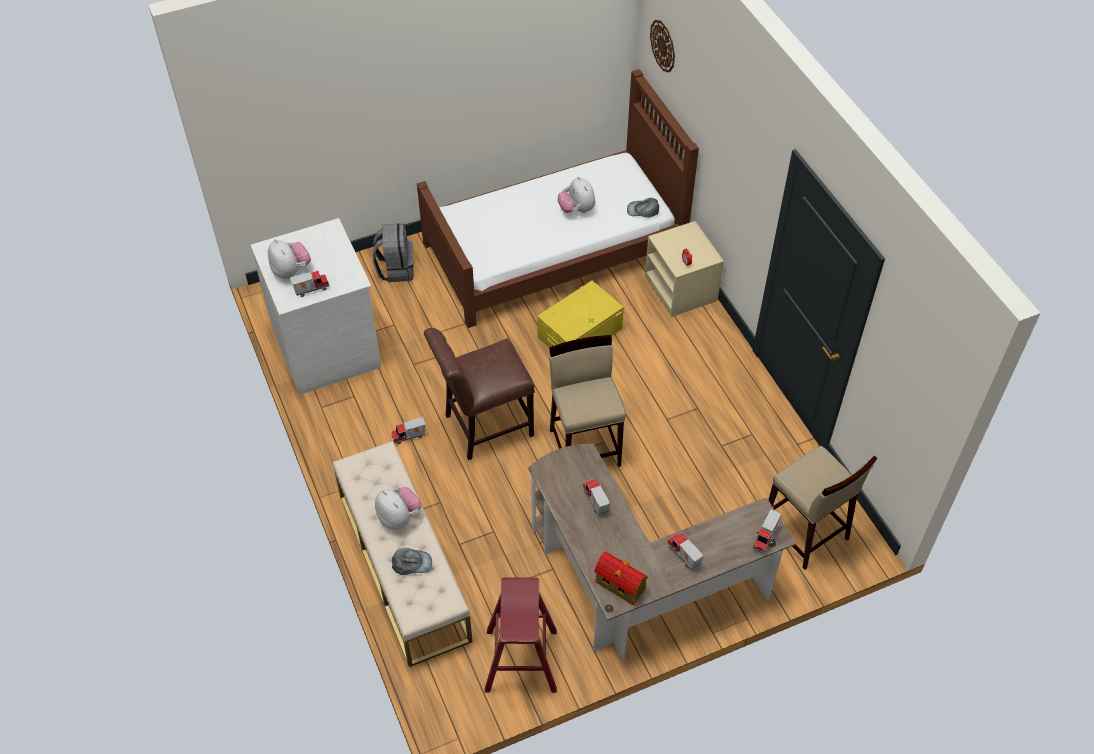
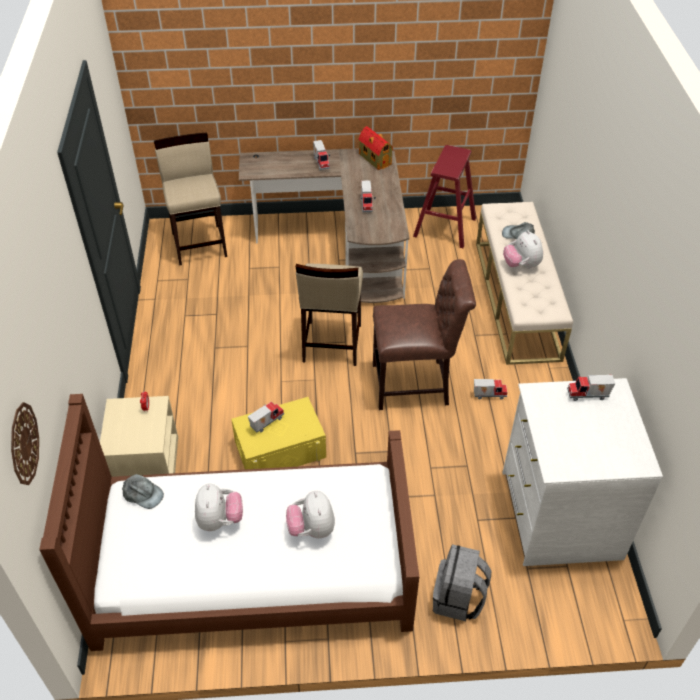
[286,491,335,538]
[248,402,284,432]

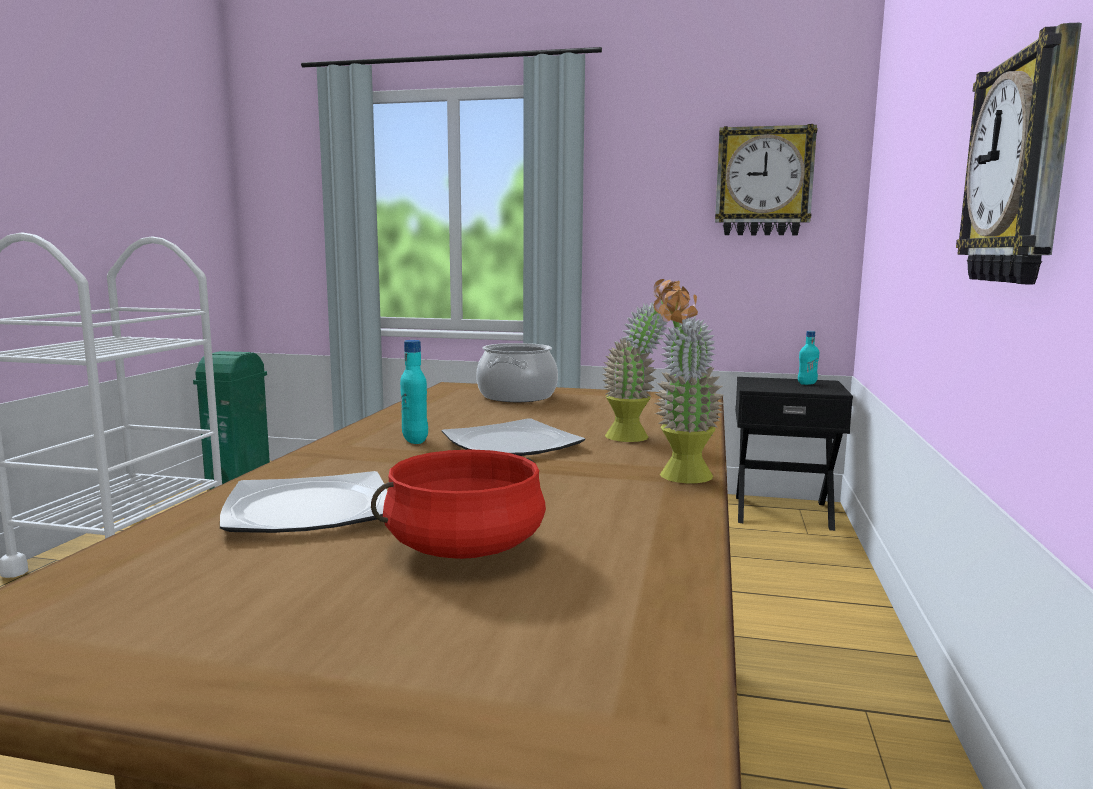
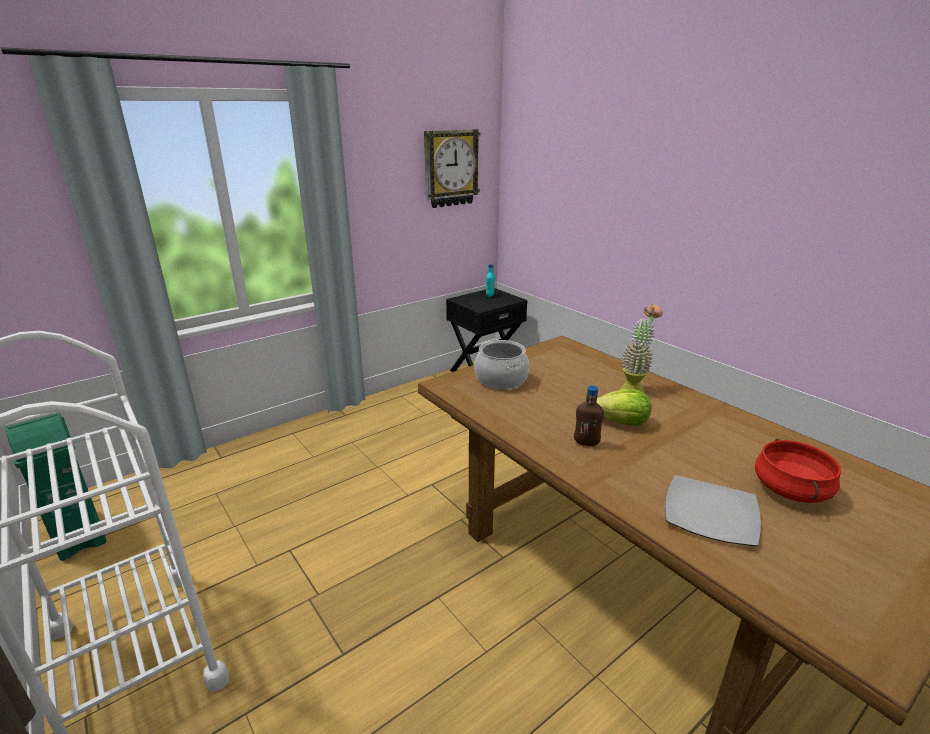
[956,23,1082,284] (first image)
[654,286,724,484] (first image)
[574,385,604,446]
[597,389,652,426]

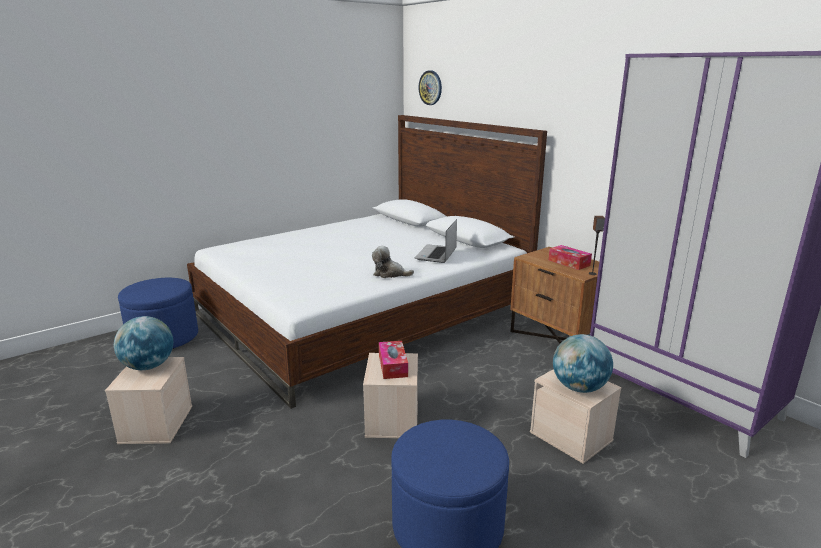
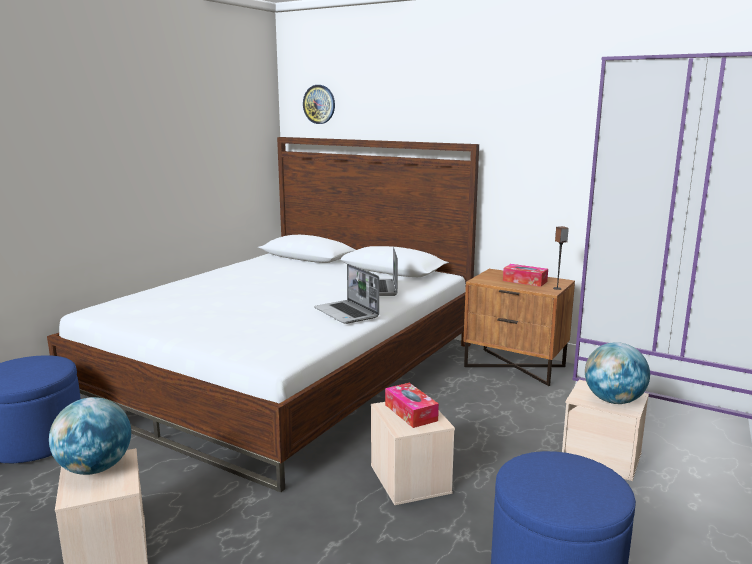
[314,264,379,324]

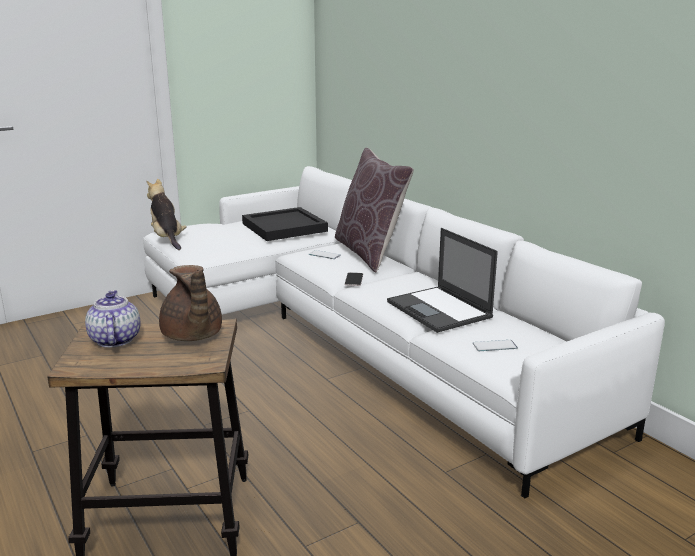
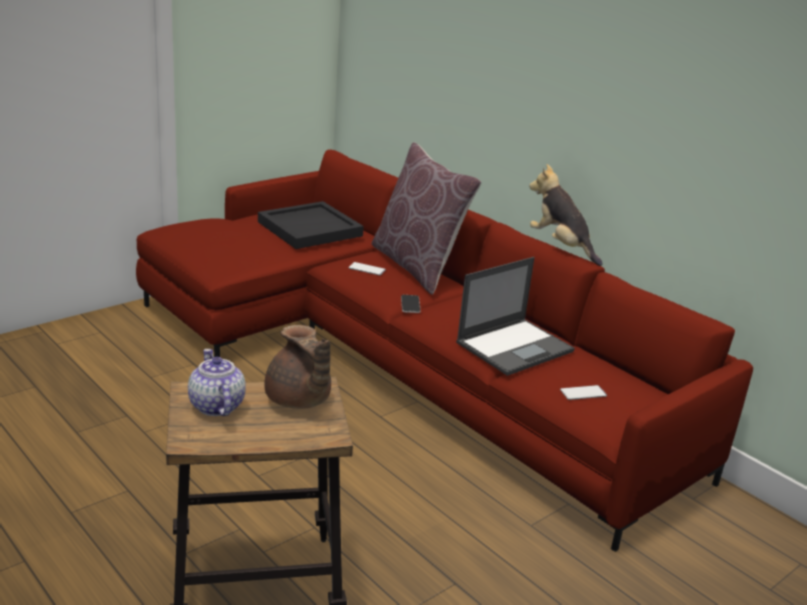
[136,149,753,552]
[529,164,603,266]
[456,257,575,376]

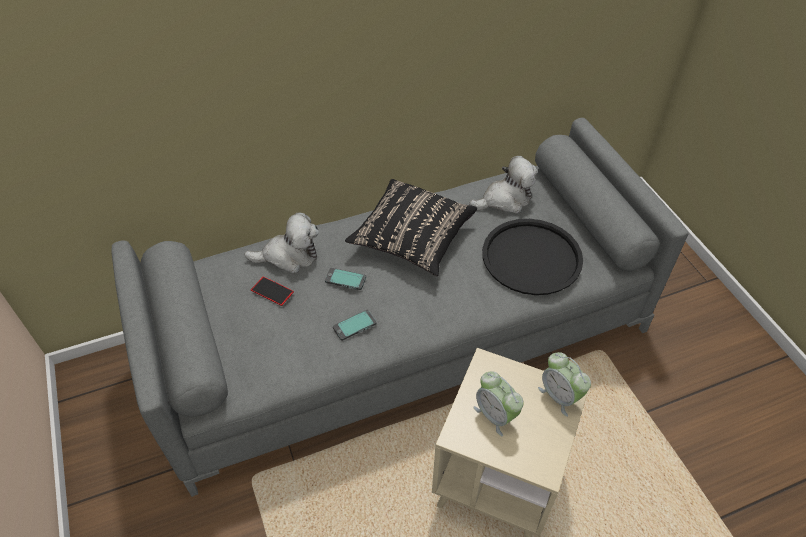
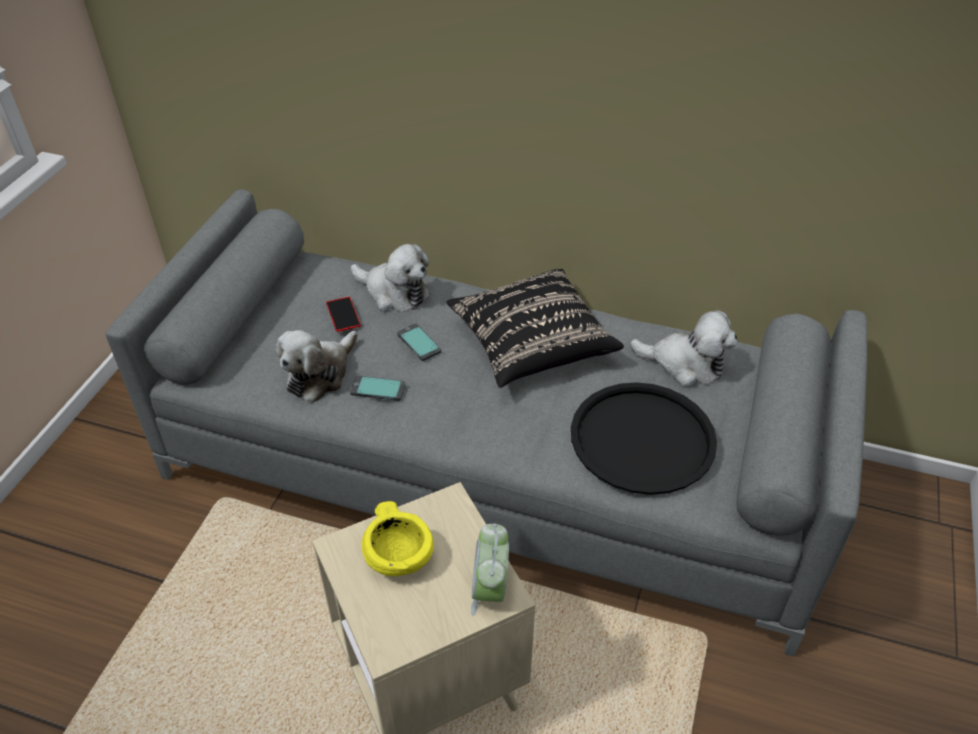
[362,501,434,576]
[276,330,358,403]

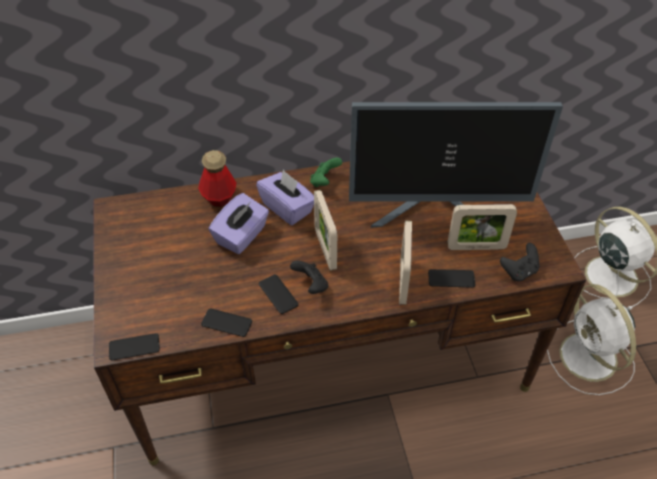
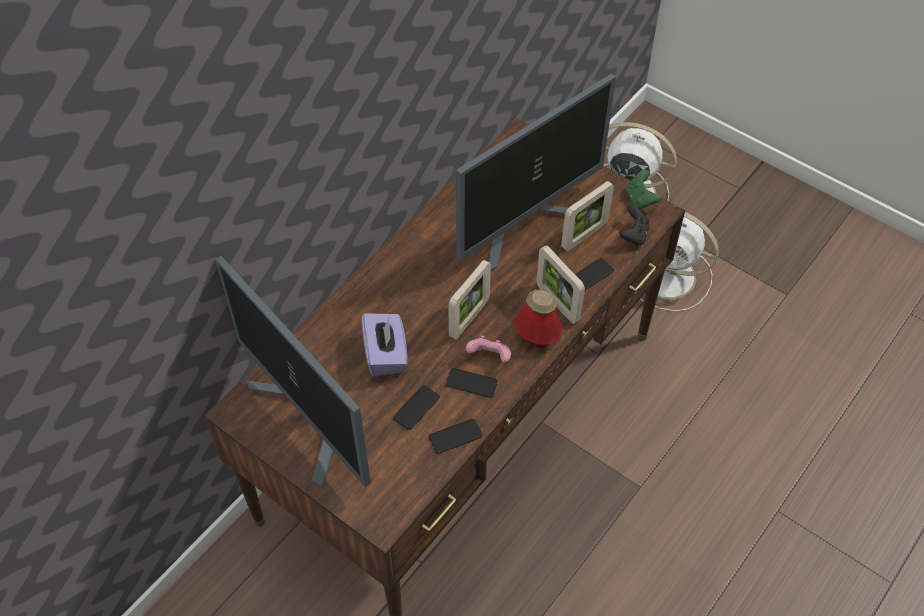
[514,289,563,348]
[626,170,661,210]
[256,170,314,225] (first image)
[448,260,491,340]
[466,336,511,363]
[393,385,440,430]
[215,256,371,488]

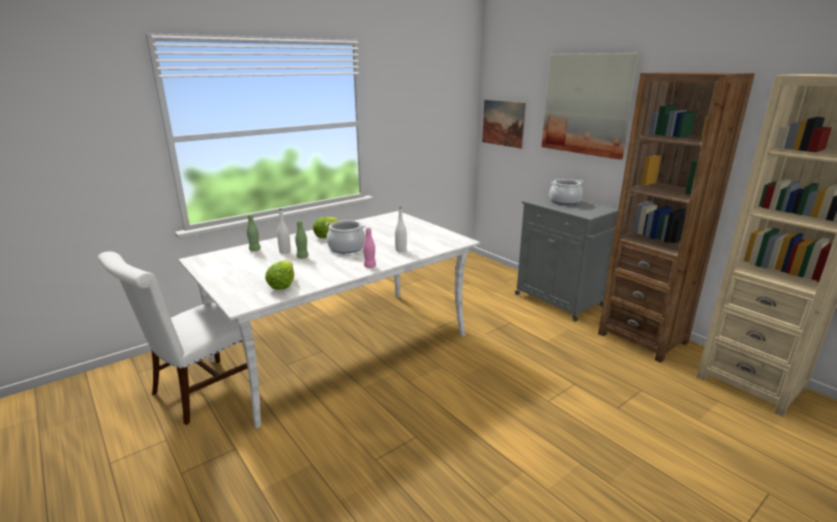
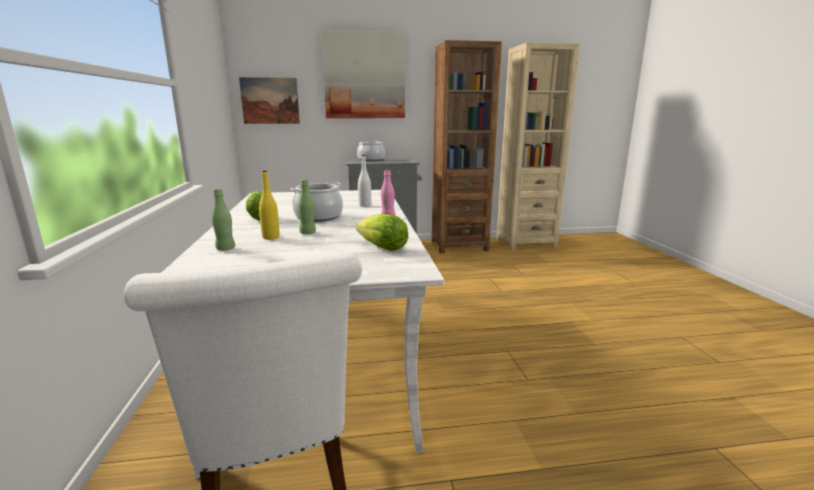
[259,171,280,240]

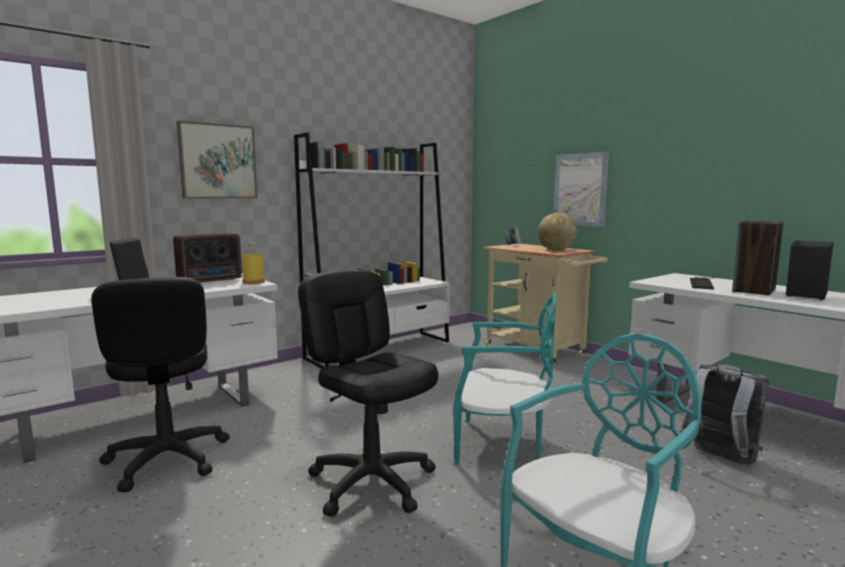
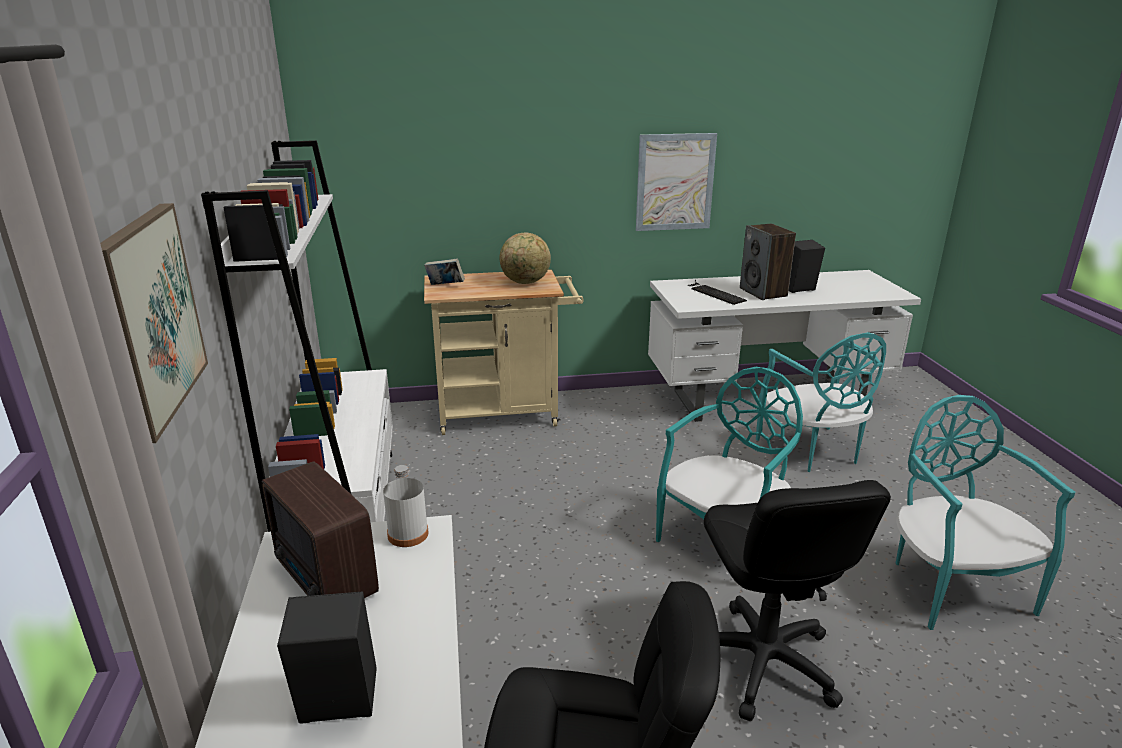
[636,133,717,231]
[262,461,379,598]
[383,465,429,547]
[704,480,891,721]
[756,332,886,472]

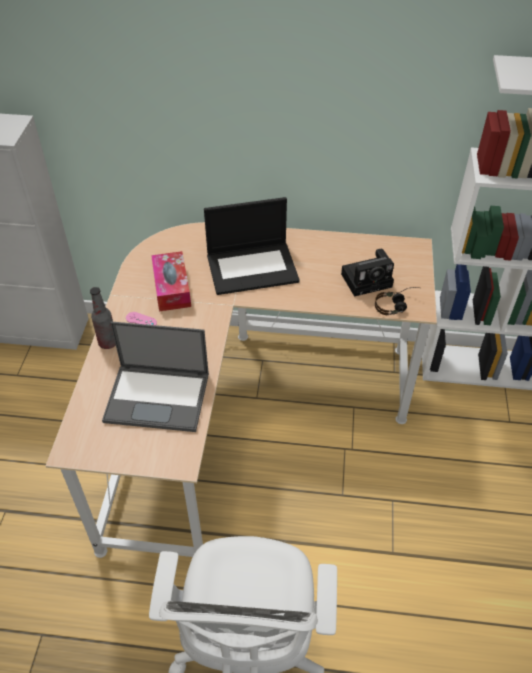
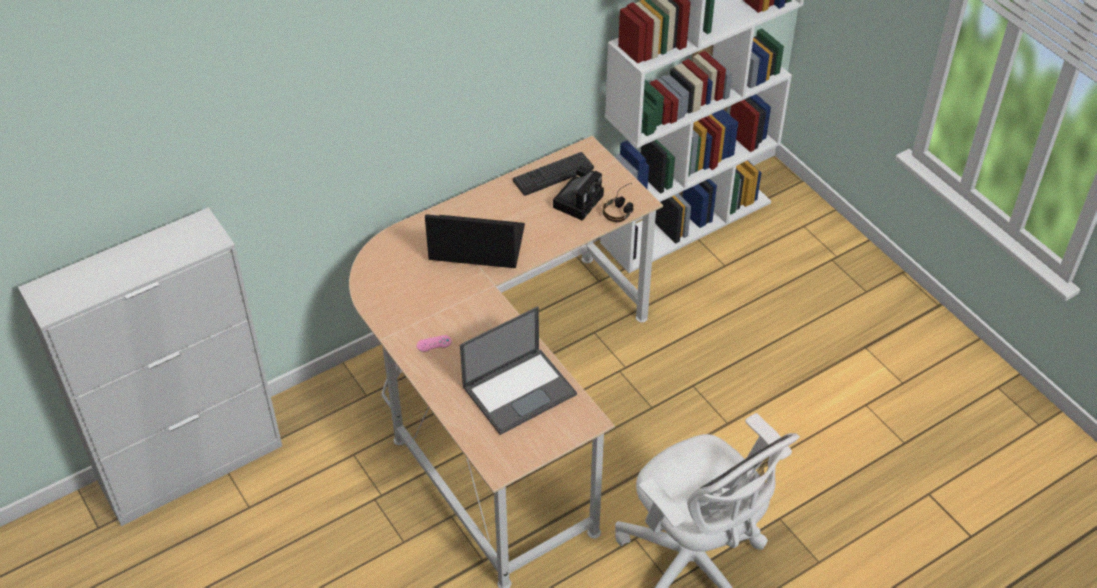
[425,214,525,268]
[151,251,191,311] (first image)
[90,287,116,349] (first image)
[513,152,594,196]

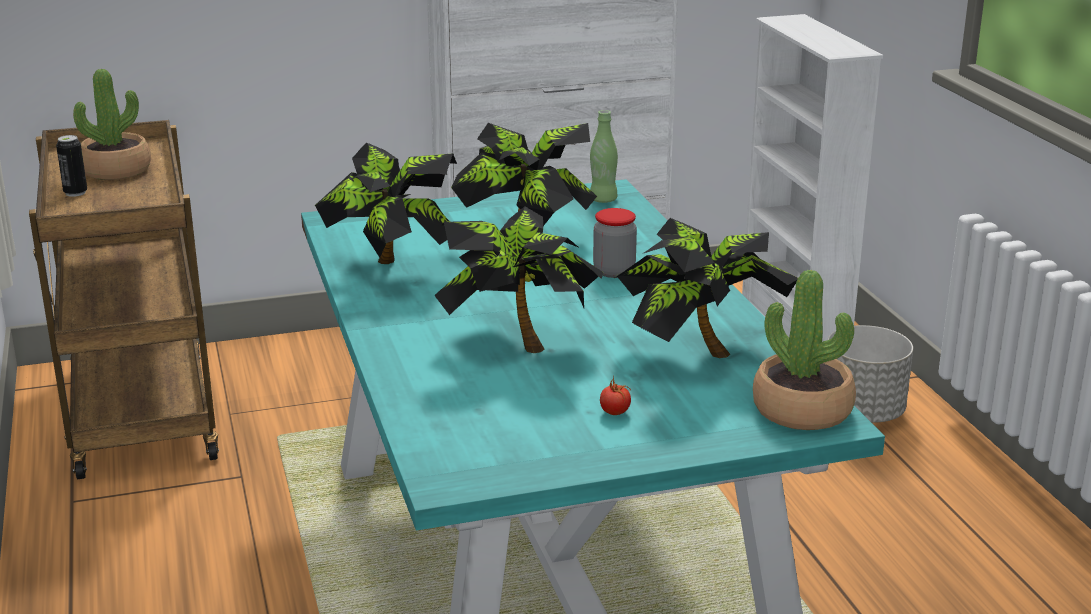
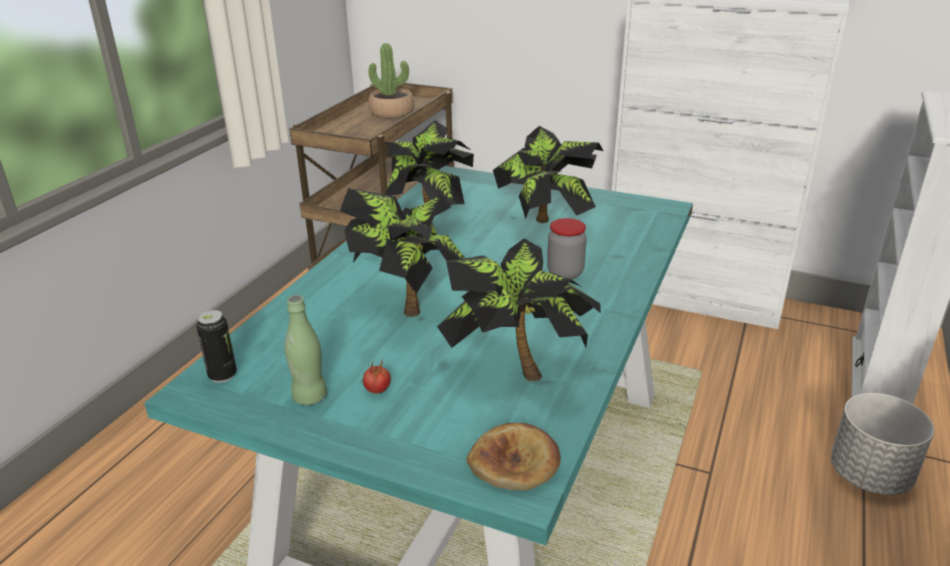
[284,295,327,405]
[196,310,237,383]
[467,423,561,491]

